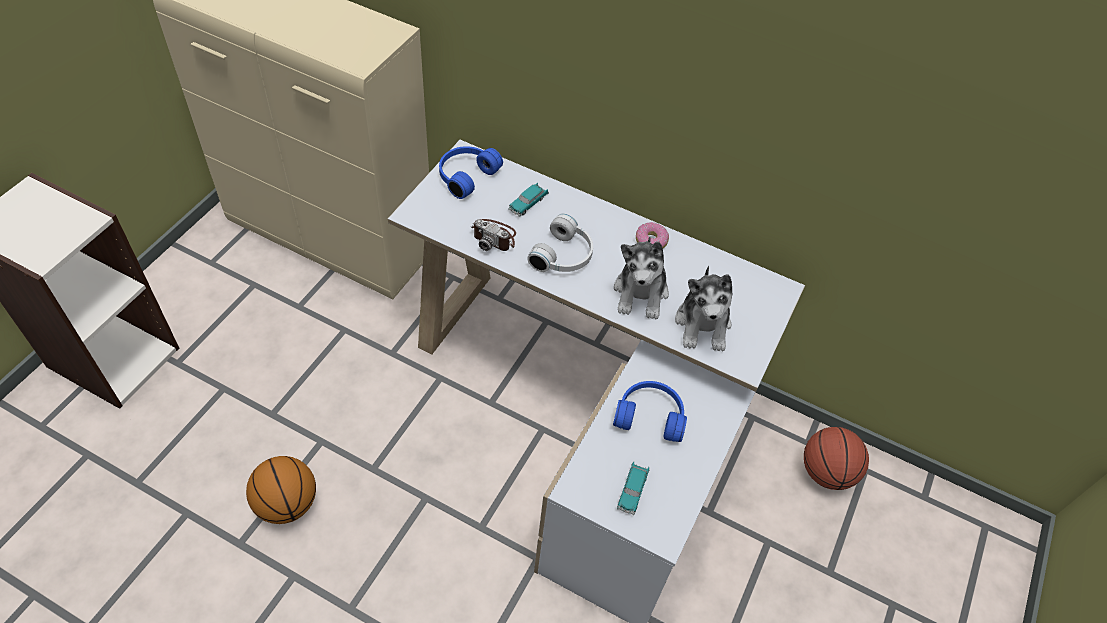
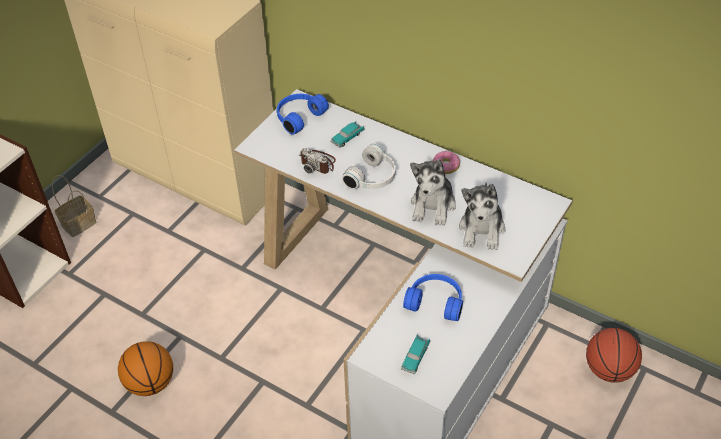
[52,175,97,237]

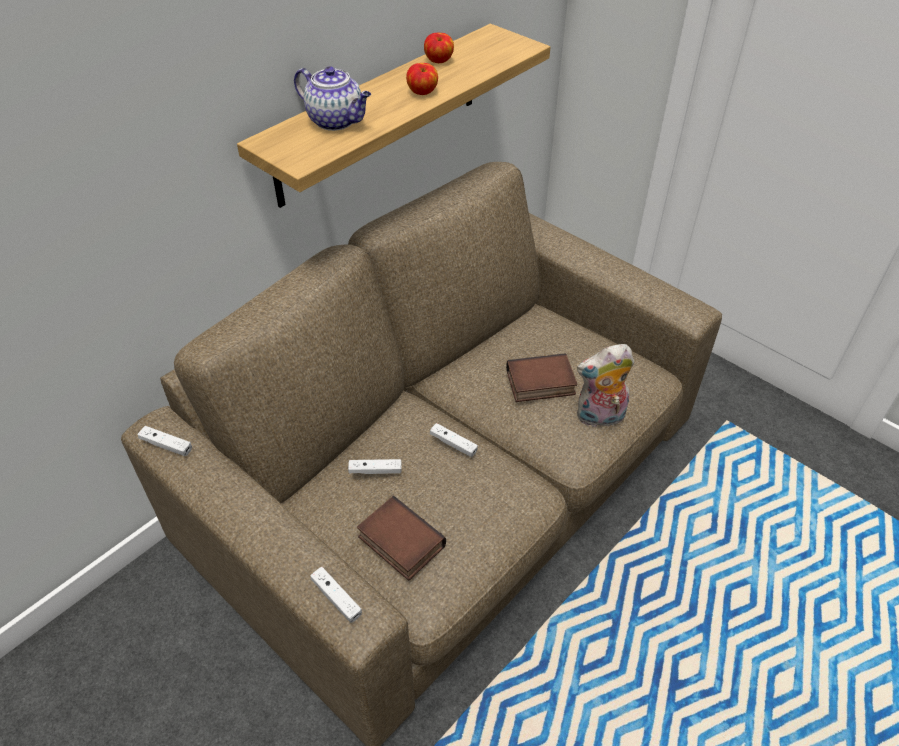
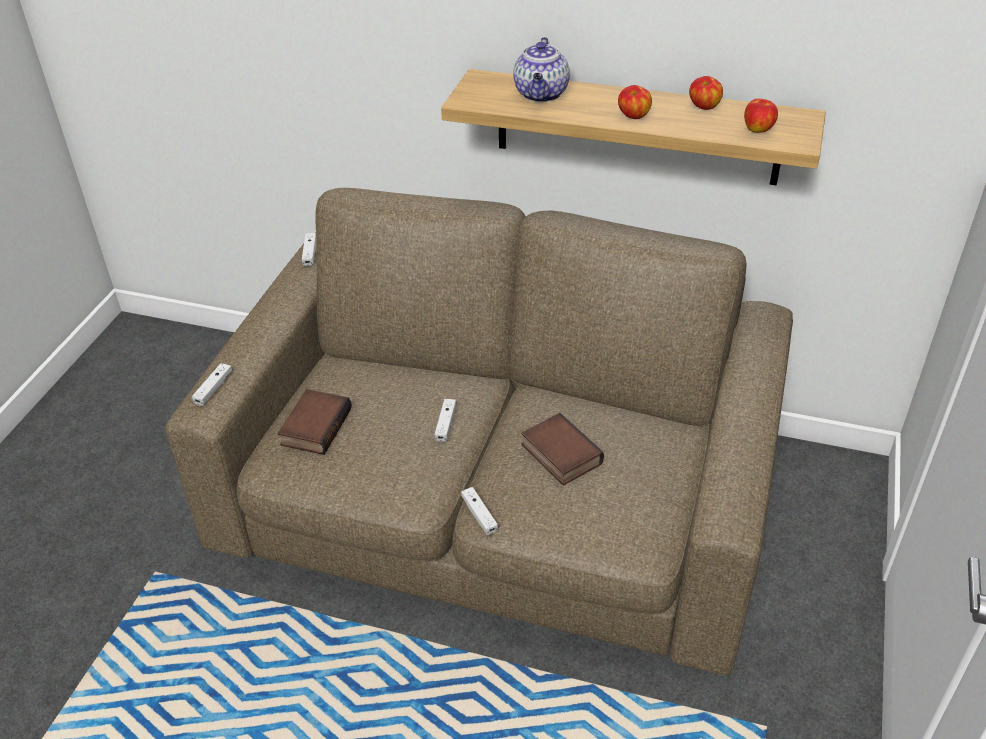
[577,344,634,427] (first image)
[461,487,498,535]
[744,98,778,133]

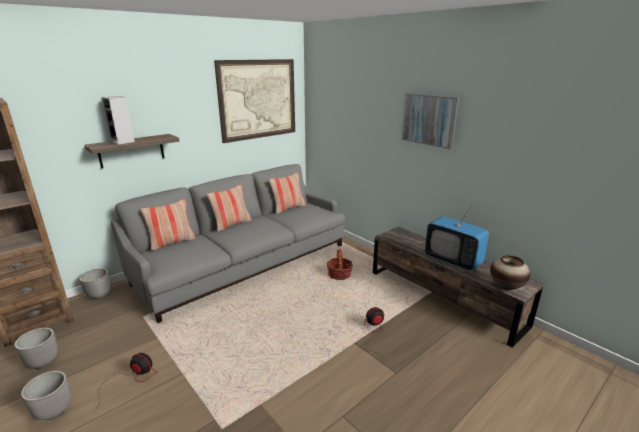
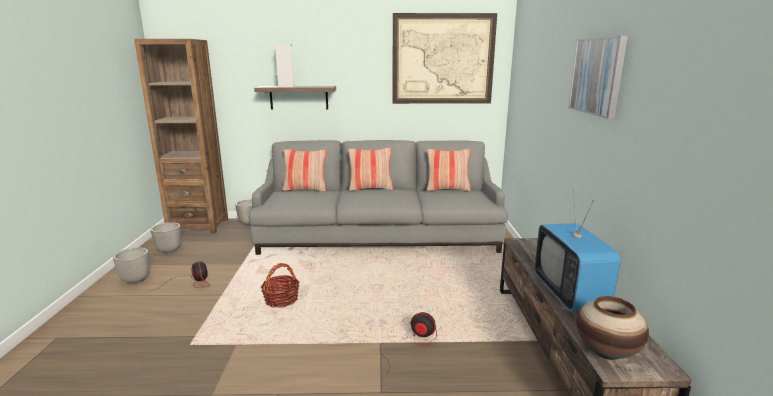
[261,263,299,308]

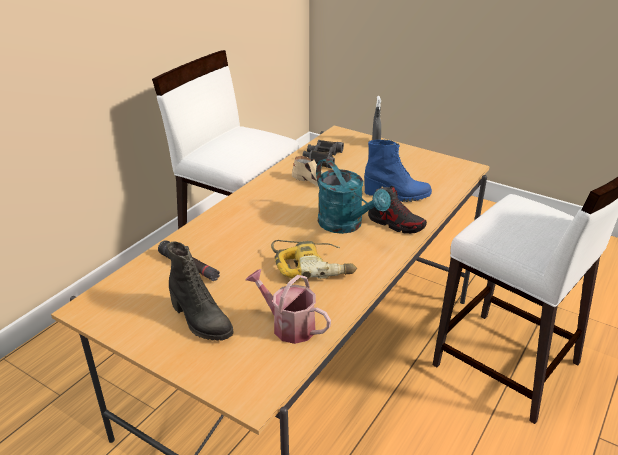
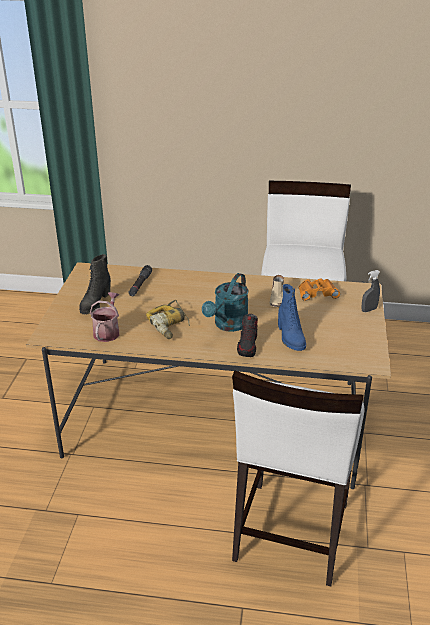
[298,278,340,301]

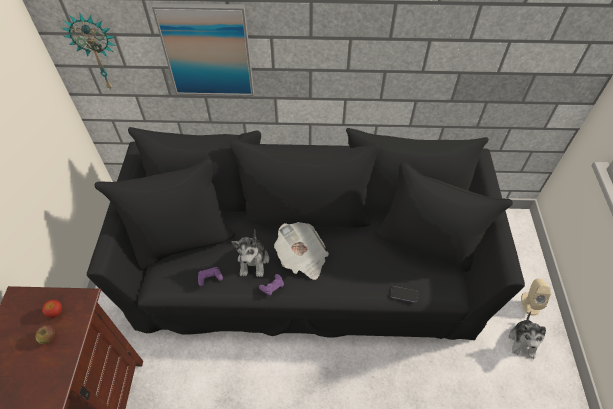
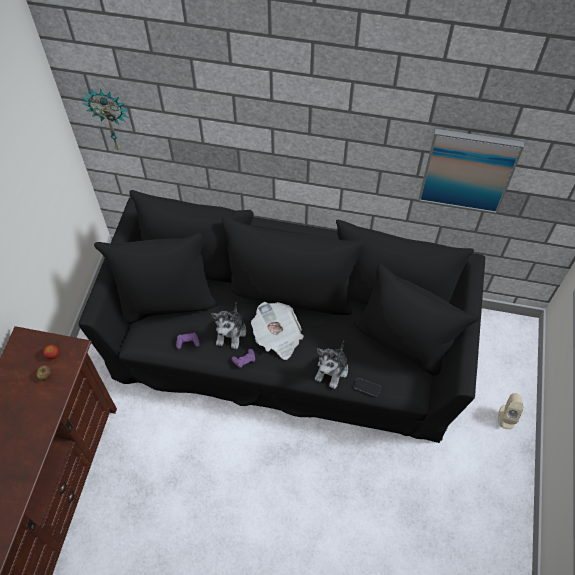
[418,129,524,214]
[315,341,348,389]

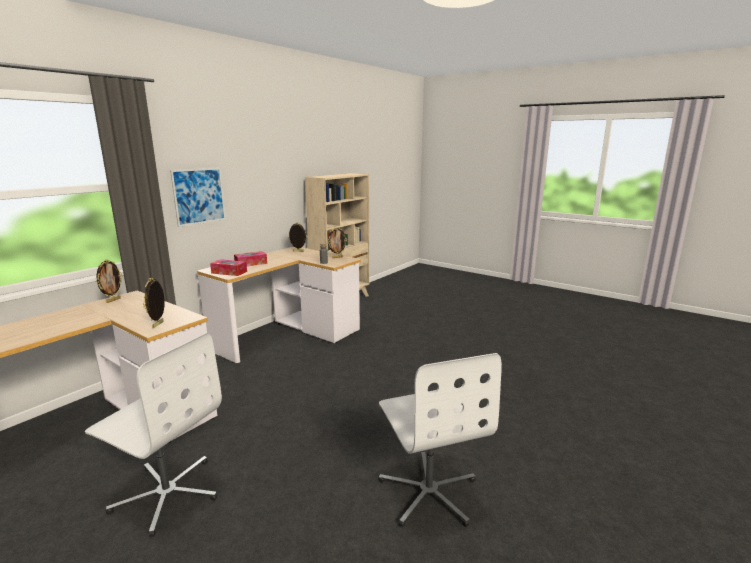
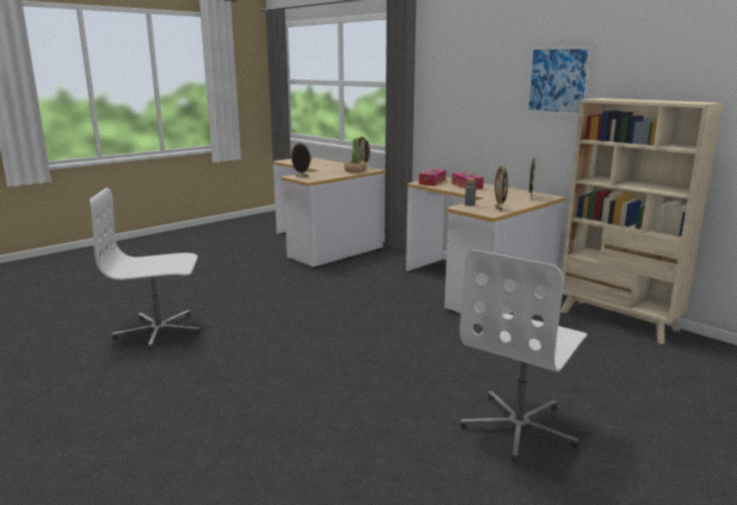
[527,46,592,115]
[460,250,587,462]
[344,138,366,173]

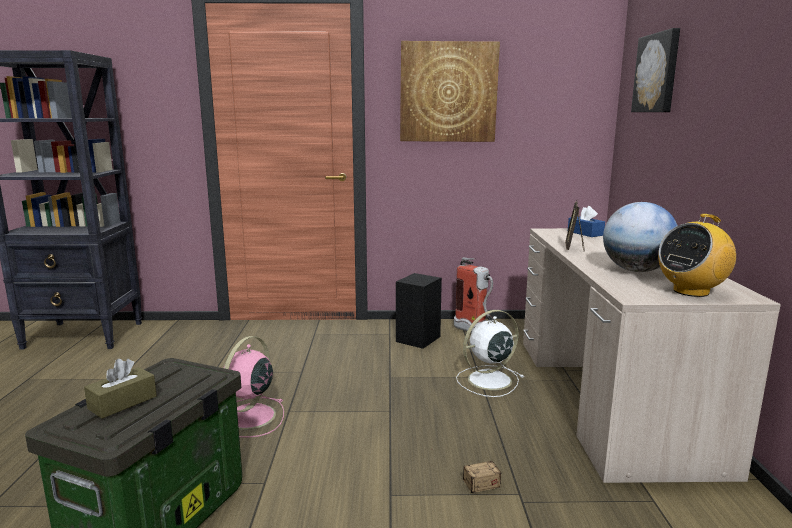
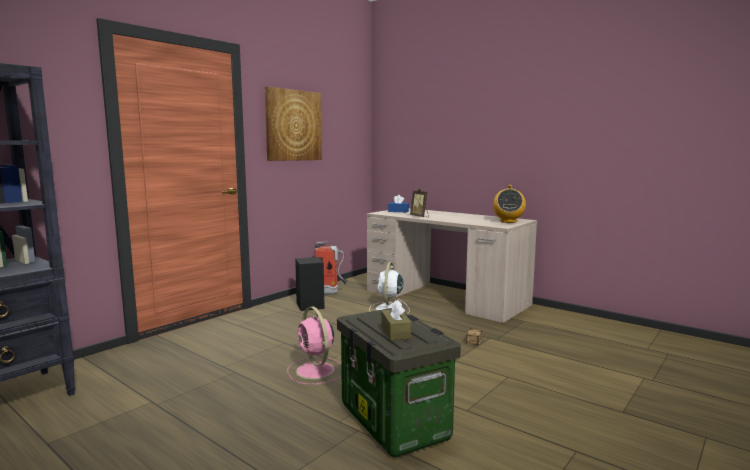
[631,28,680,112] (first image)
[603,202,678,272] (first image)

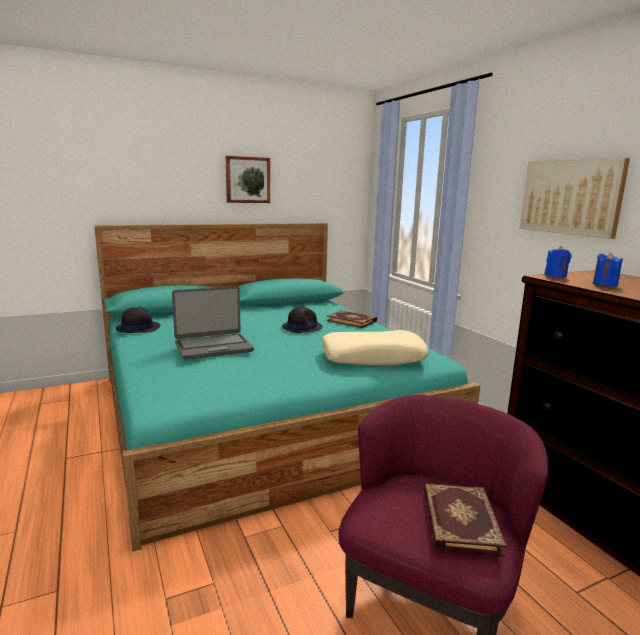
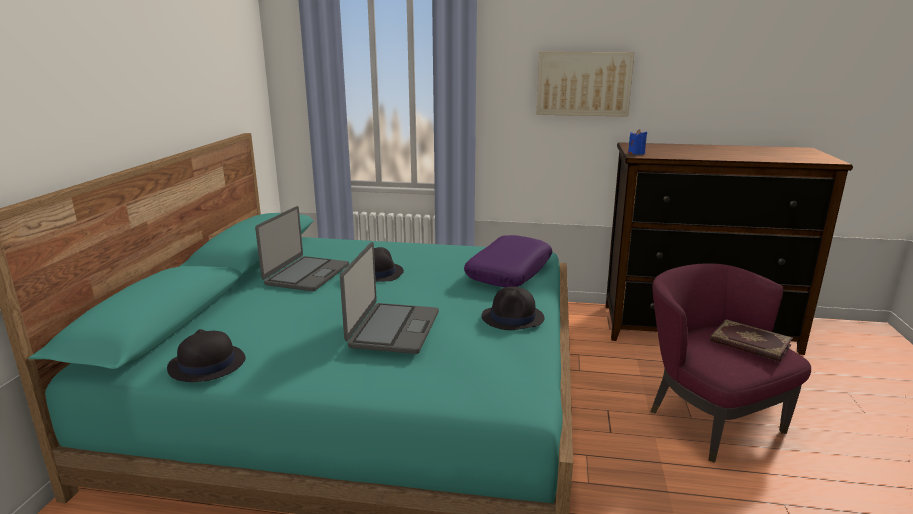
[226,156,270,203] (first image)
[593,252,623,287] (first image)
[327,310,377,328] (first image)
[464,235,552,287]
[255,206,349,291]
[481,286,544,330]

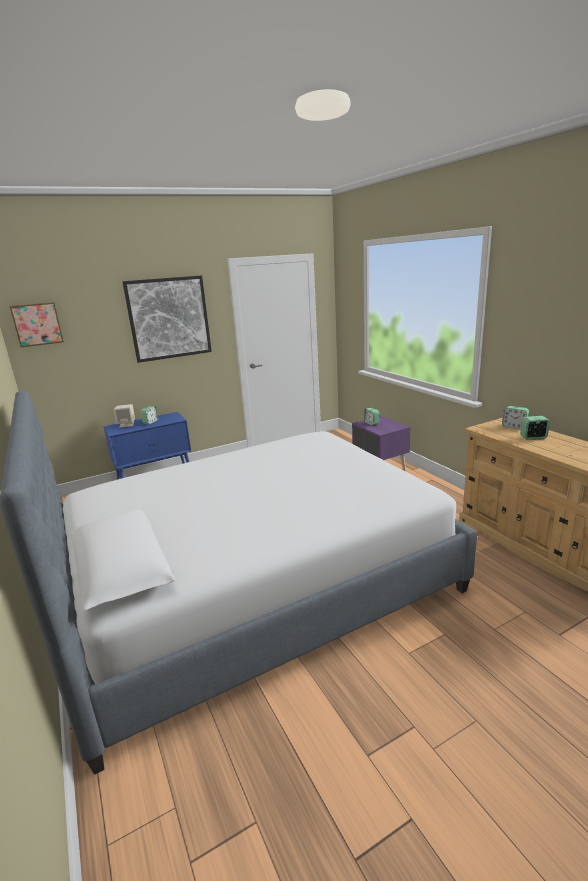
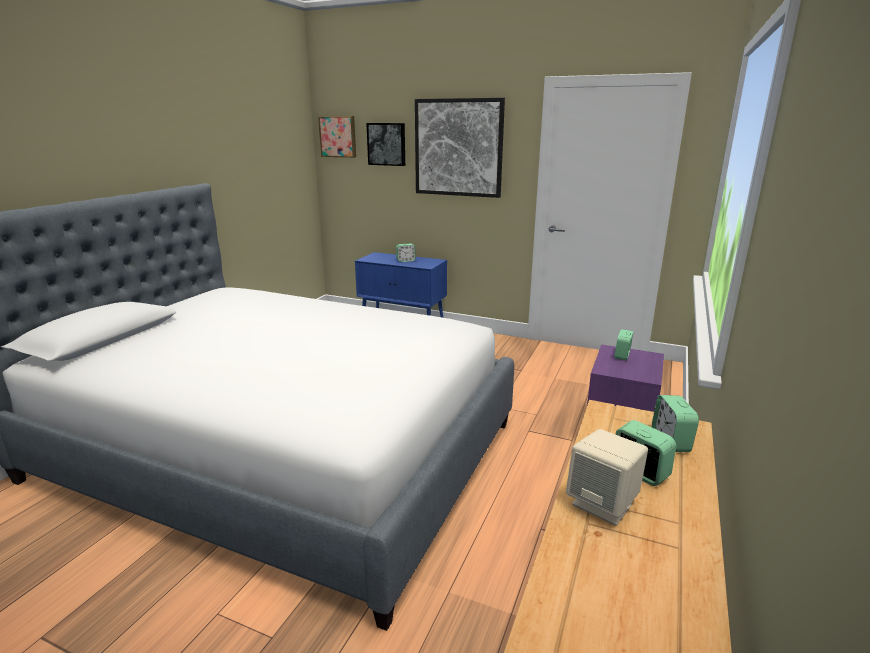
[566,429,648,526]
[366,123,405,166]

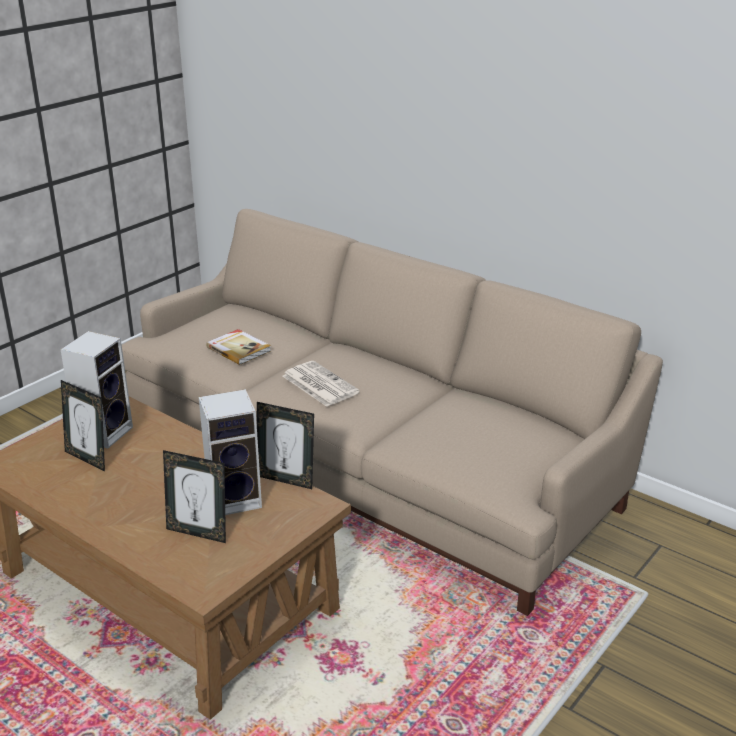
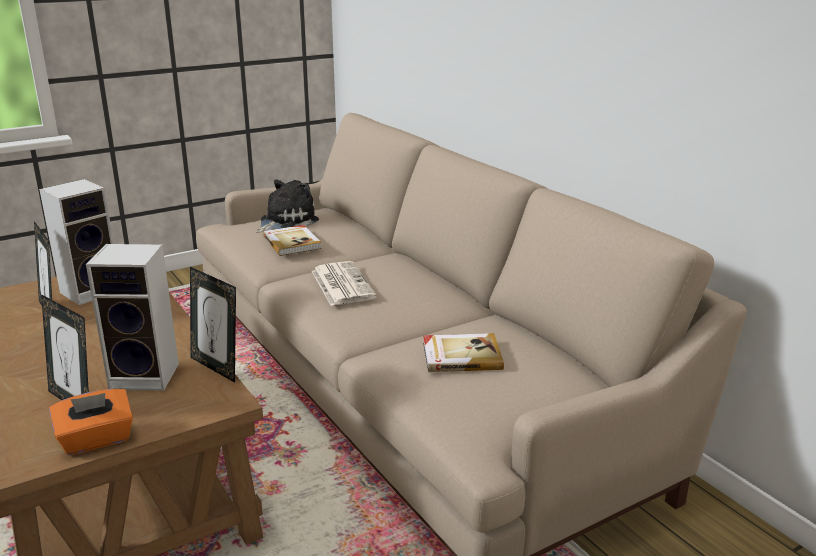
[256,179,319,233]
[423,333,504,372]
[49,389,133,455]

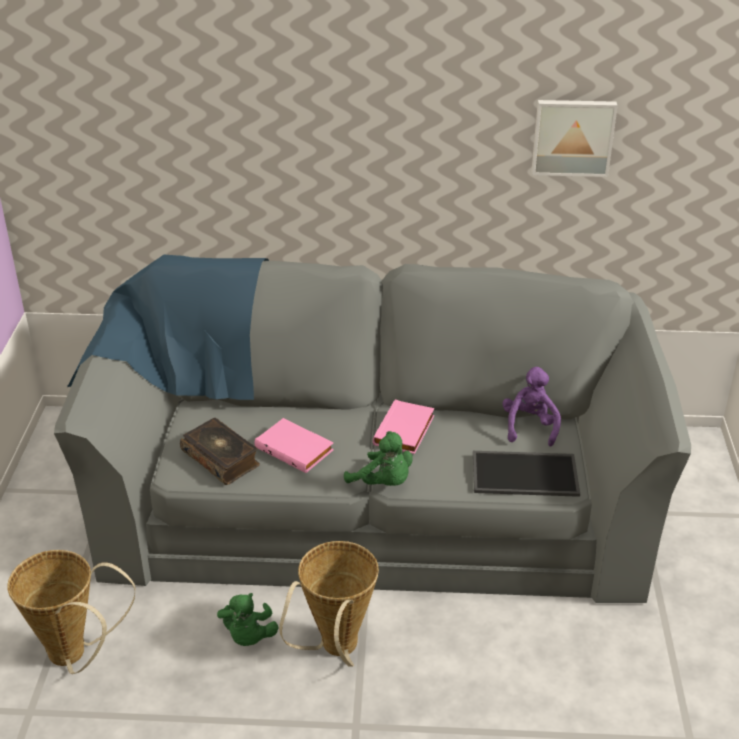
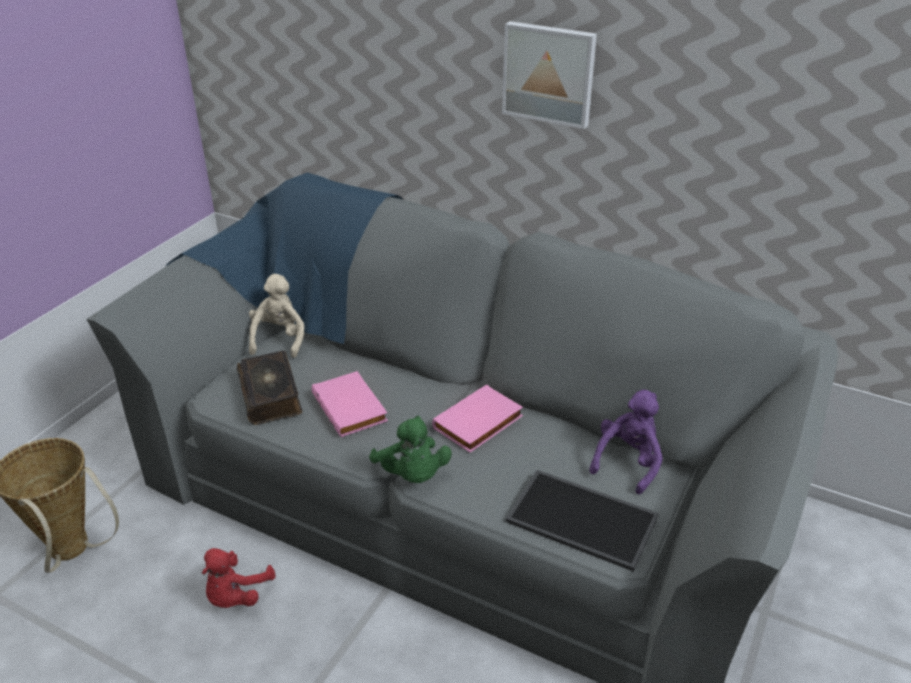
[502,21,597,129]
[279,541,379,667] (first image)
[202,548,276,608]
[249,274,304,358]

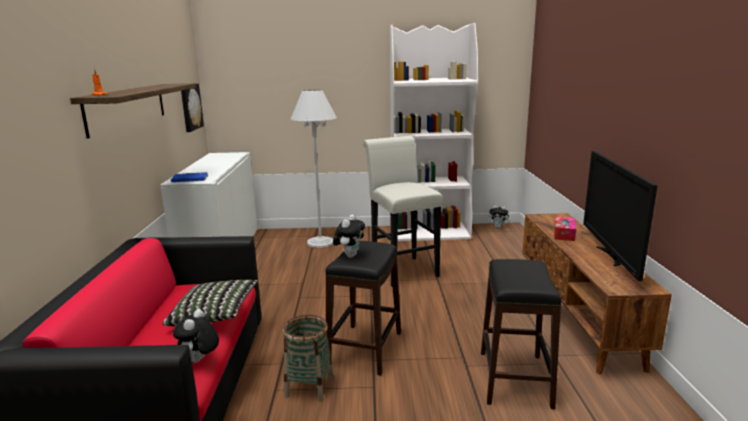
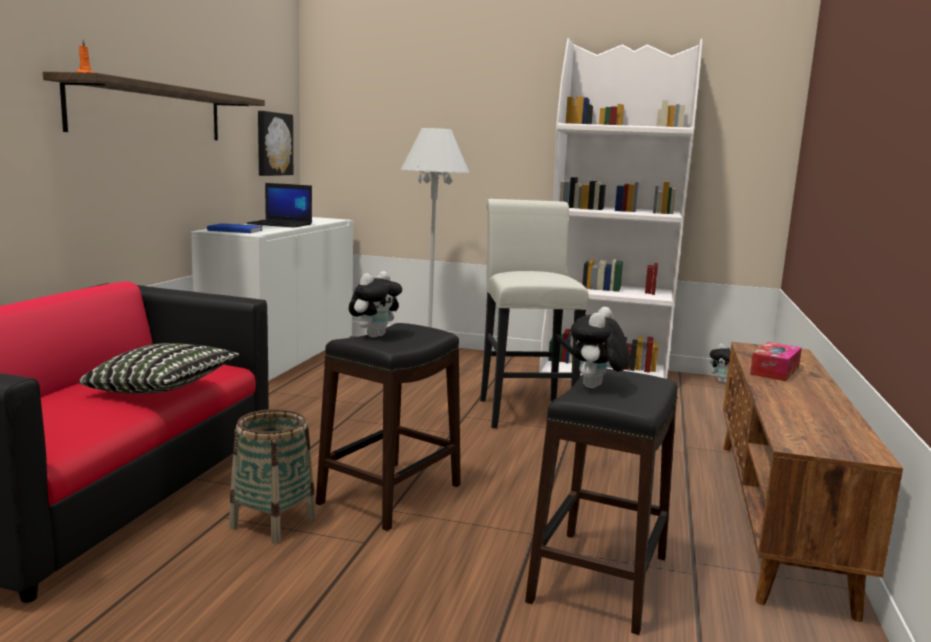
[583,151,658,281] (first image)
[571,307,630,388]
[247,183,312,228]

